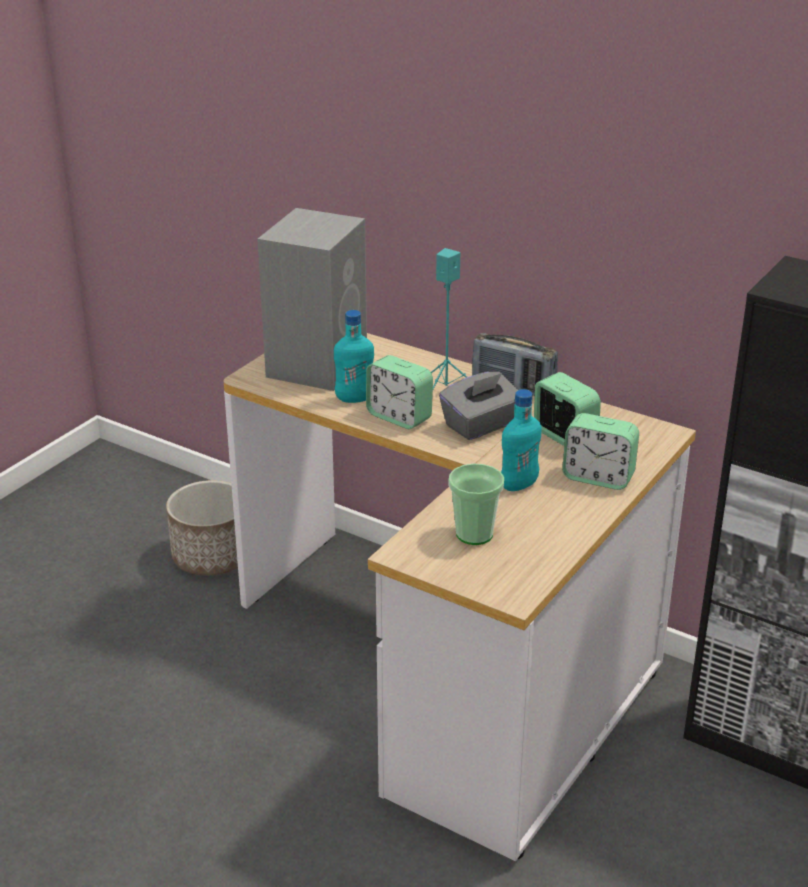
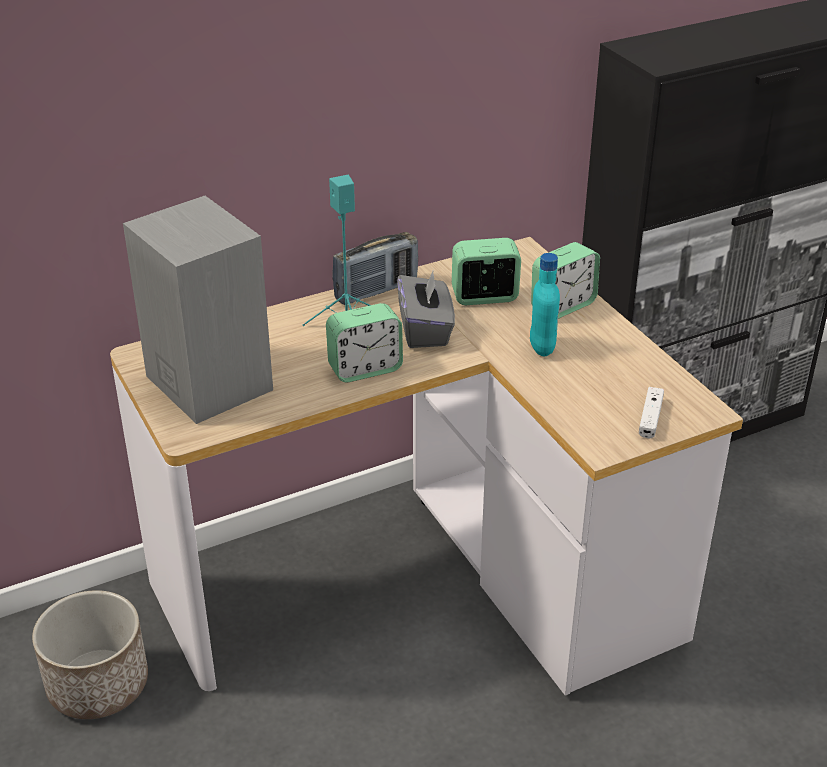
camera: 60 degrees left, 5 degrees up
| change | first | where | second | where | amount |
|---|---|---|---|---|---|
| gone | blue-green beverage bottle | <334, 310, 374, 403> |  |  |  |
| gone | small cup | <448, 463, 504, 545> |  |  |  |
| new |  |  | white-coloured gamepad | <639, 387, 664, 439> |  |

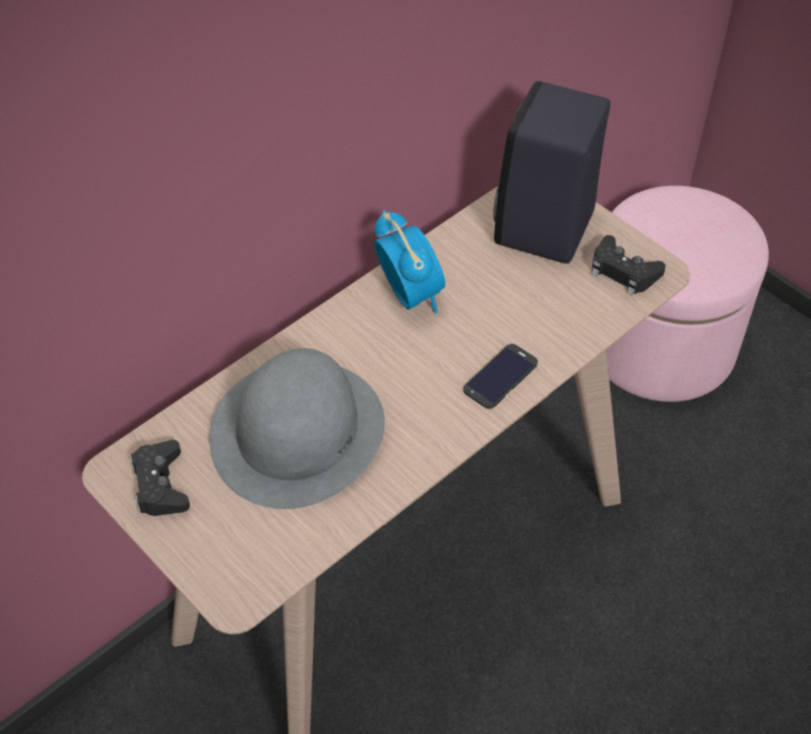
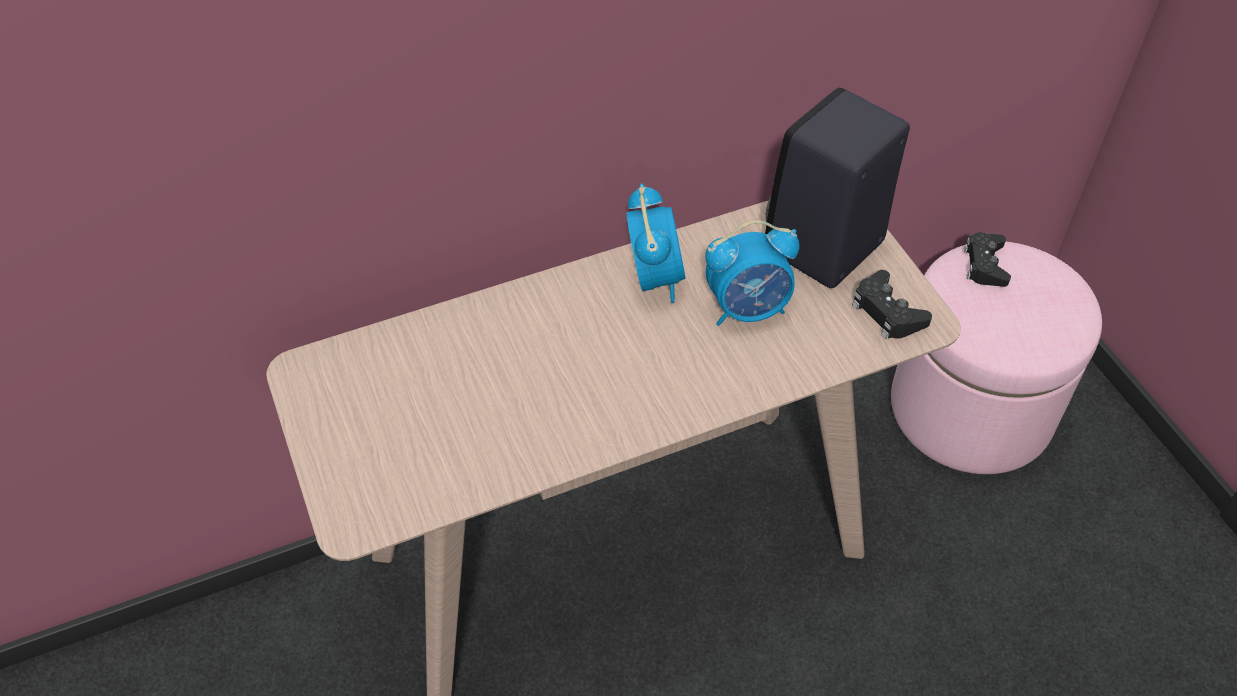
camera: 20 degrees right, 0 degrees up
| change | first | where | second | where | amount |
|---|---|---|---|---|---|
| shifted | black-coloured gamepad | <130, 440, 190, 516> |  | <964, 232, 1011, 287> |  |
| gone | gray hat | <209, 348, 385, 509> |  |  |  |
| gone | telephone | <463, 344, 538, 409> |  |  |  |
| new |  |  | bedside clock | <705, 220, 800, 326> |  |

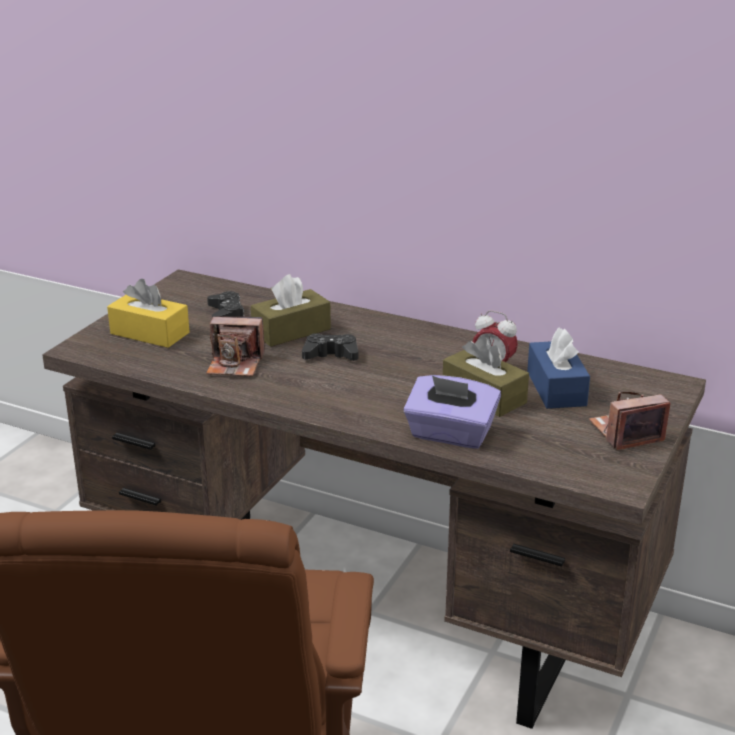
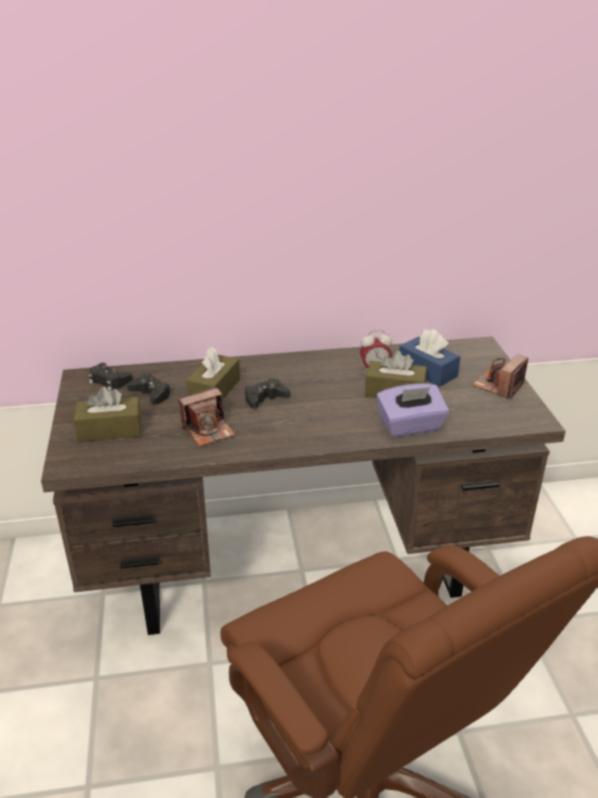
camera: 35 degrees left, 5 degrees up
| change | first | where | second | where | amount |
|---|---|---|---|---|---|
| repainted | yellow box of tissues | <107, 279, 190, 348> | brown box of tissues | <74, 387, 142, 442> |  |
| new |  |  | black-coloured gamepad | <88, 363, 133, 391> |  |

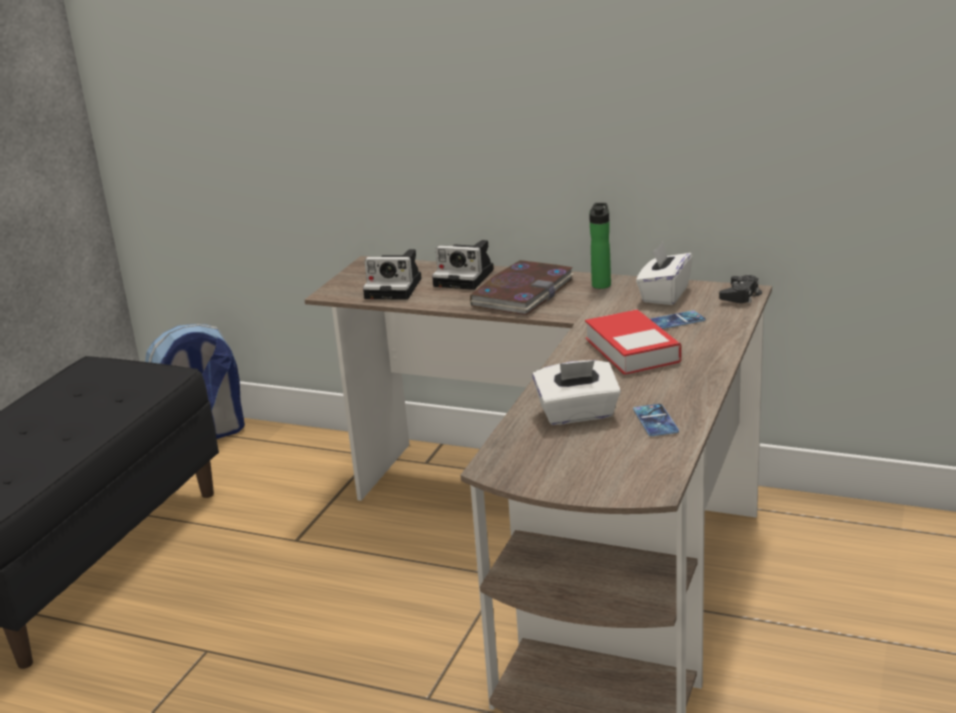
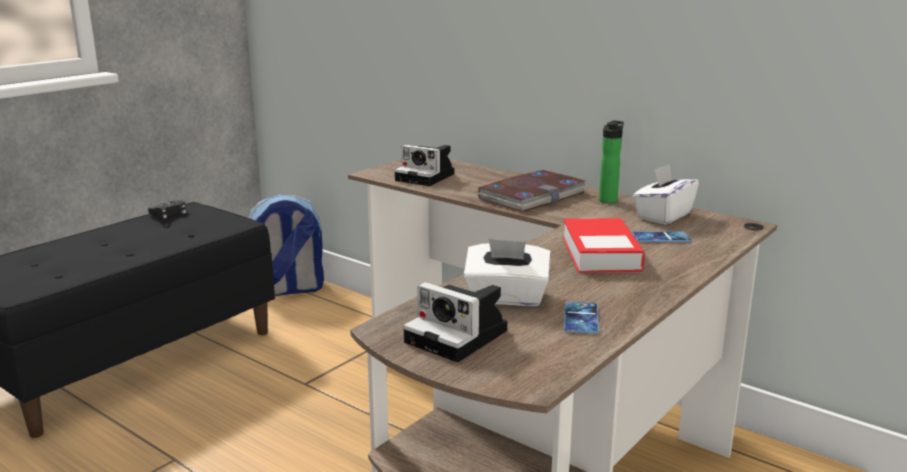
camera: 15 degrees right, 5 degrees down
| change | first | where | second | where | amount |
|---|---|---|---|---|---|
| shifted | photo camera | <432, 240, 494, 290> |  | <403, 282, 508, 362> |  |
| shifted | black-coloured gamepad | <719, 275, 759, 303> |  | <148, 200, 186, 218> |  |

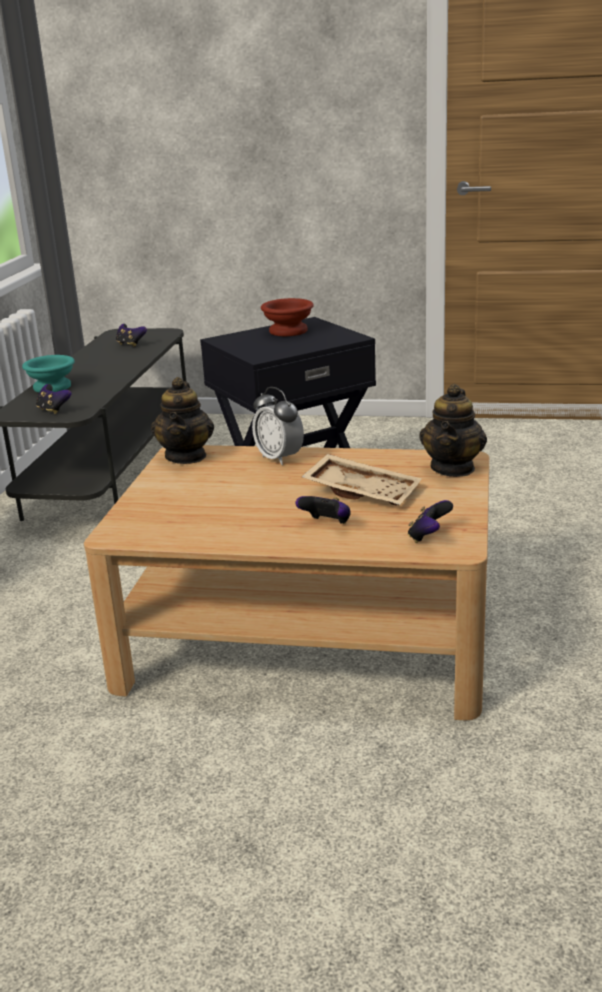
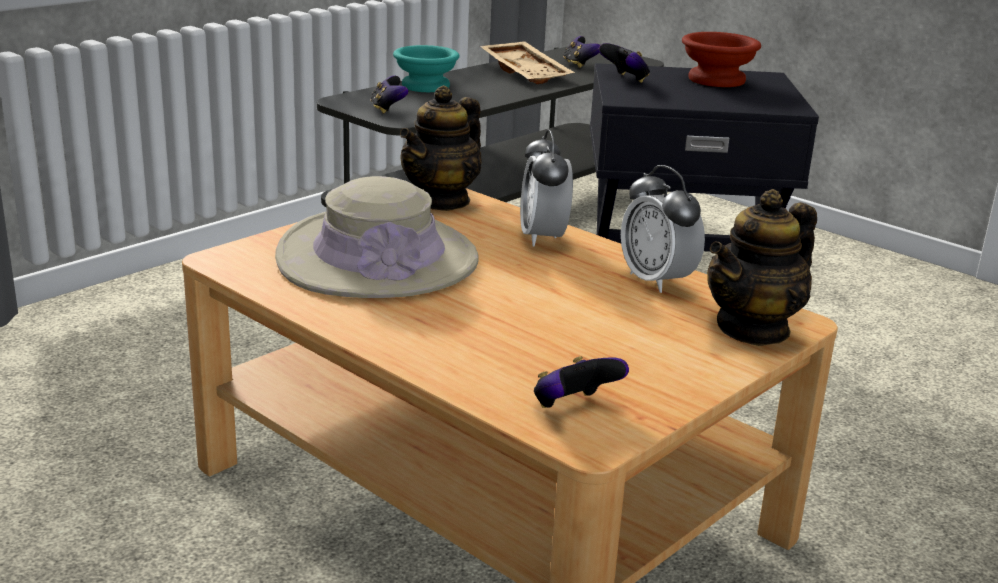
camera: 30 degrees right, 0 degrees up
| change | first | where | second | where | amount |
|---|---|---|---|---|---|
| shifted | gamepad | <296, 496, 350, 524> |  | <598, 43, 650, 83> |  |
| shifted | sand-coloured serving tray | <302, 454, 422, 506> |  | <480, 41, 575, 84> |  |
| new |  |  | sand-coloured hat | <275, 176, 479, 298> |  |
| new |  |  | bedside clock | <621, 165, 705, 293> |  |

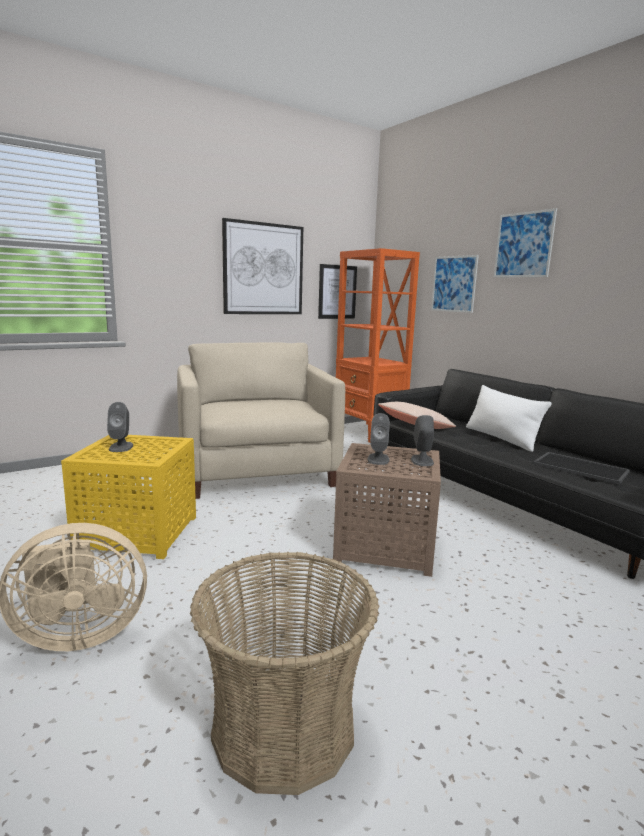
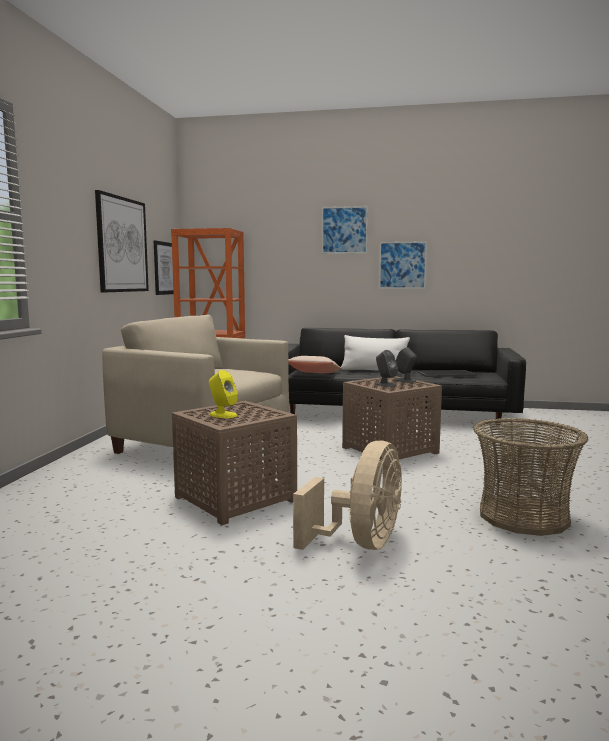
camera: 45 degrees left, 5 degrees down
| change | first | where | second | where | amount |
|---|---|---|---|---|---|
| repainted | yellow accent table | <61, 435, 196, 559> | brown accent table | <172, 401, 297, 525> |  |
| repainted | gray speaker | <107, 402, 133, 452> | yellow speaker | <209, 370, 238, 418> |  |
| shifted | wall picture | <431, 255, 479, 313> |  | <379, 241, 427, 289> |  |

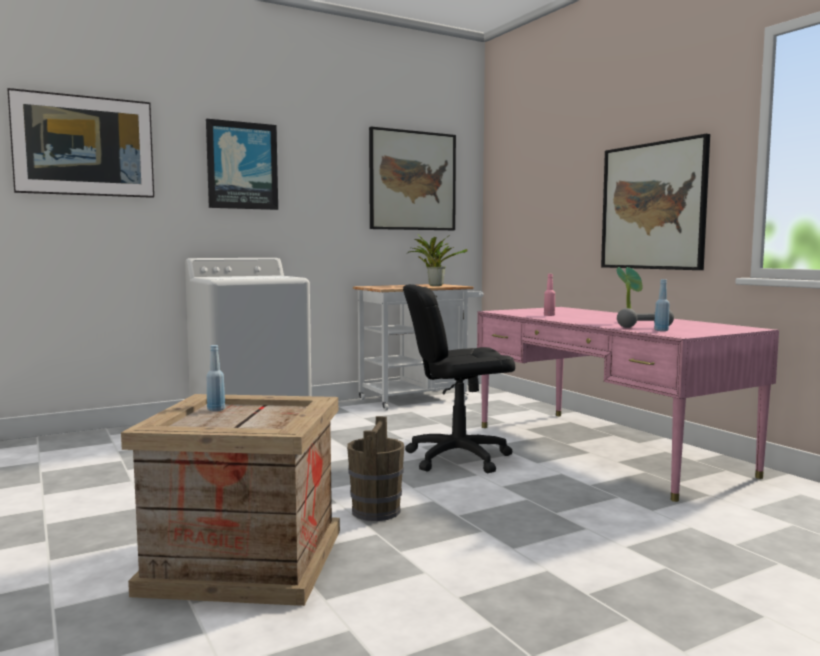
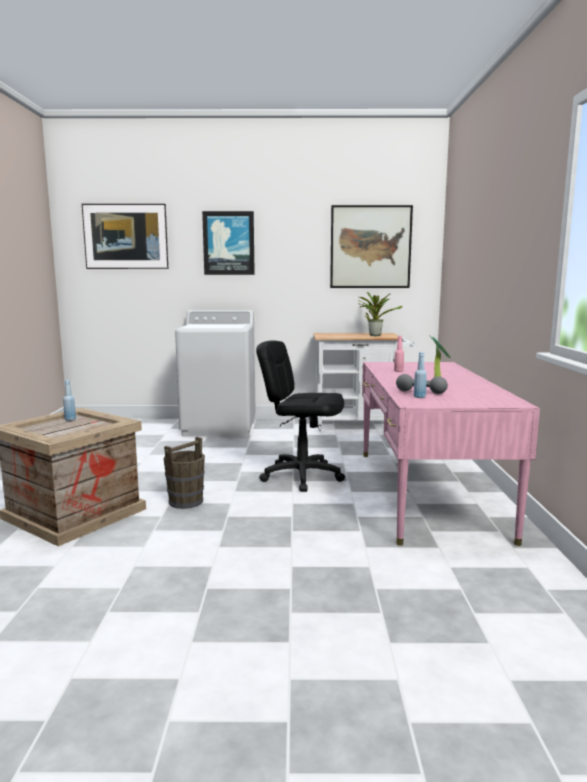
camera: 30 degrees right, 5 degrees up
| change | first | where | second | where | amount |
|---|---|---|---|---|---|
| gone | wall picture | <601, 134, 710, 270> |  |  |  |

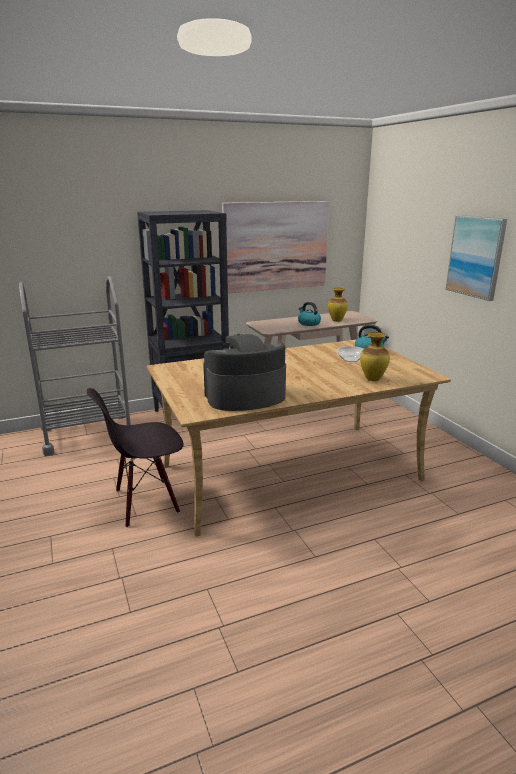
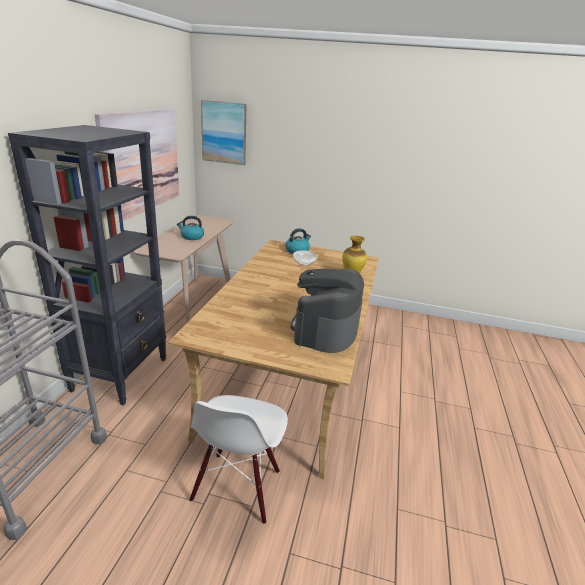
camera: 55 degrees left, 5 degrees up
| change | first | where | second | where | amount |
|---|---|---|---|---|---|
| repainted | black-coloured upright chair | <87, 388, 184, 528> | white-coloured upright chair | <189, 395, 288, 524> |  |
| gone | vase | <328, 288, 348, 322> |  |  |  |
| shifted | wall picture | <446, 215, 507, 301> |  | <201, 100, 247, 165> |  |

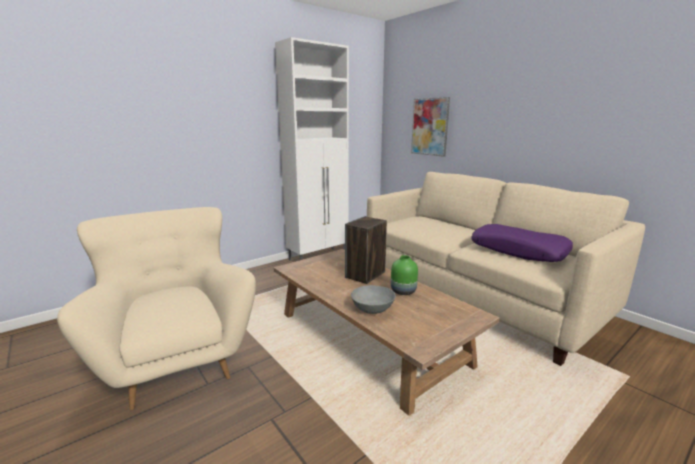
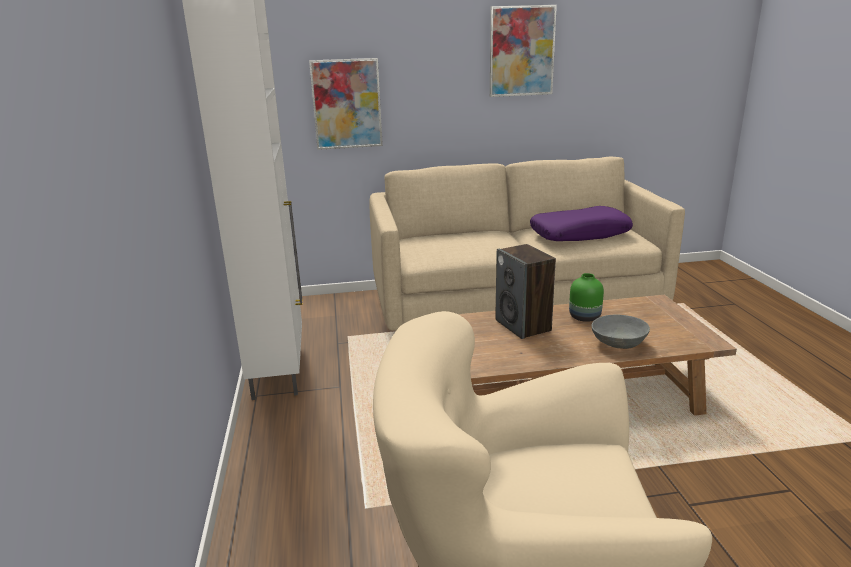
camera: 60 degrees left, 5 degrees up
| change | first | where | second | where | amount |
|---|---|---|---|---|---|
| new |  |  | wall picture | <490, 5, 557, 97> |  |

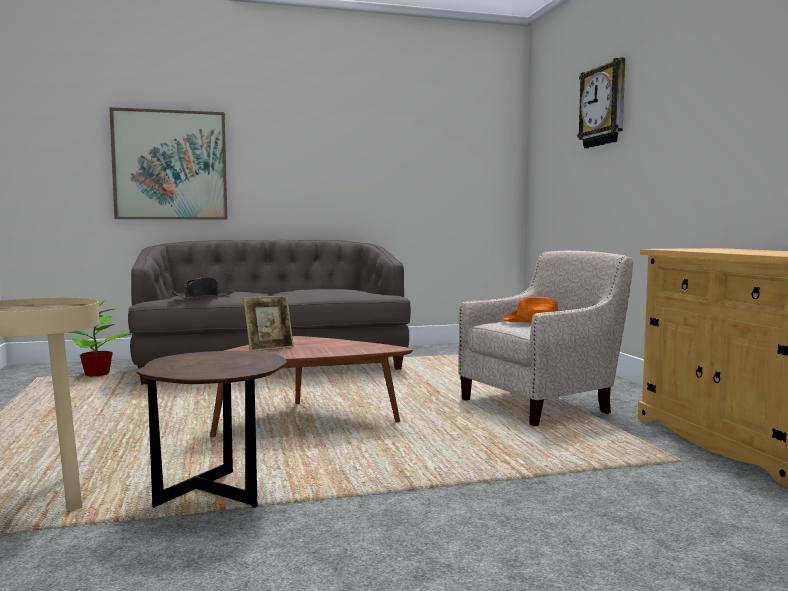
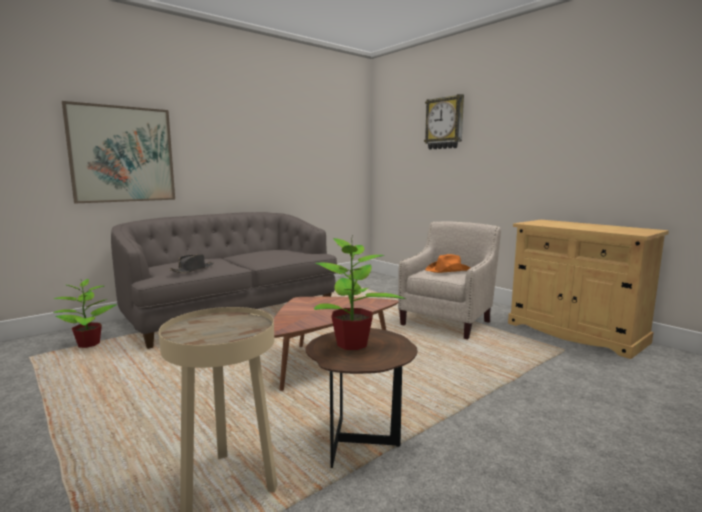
camera: 25 degrees left, 5 degrees up
| change | first | where | second | where | amount |
|---|---|---|---|---|---|
| gone | standing frame | <243, 296, 294, 351> |  |  |  |
| new |  |  | potted plant | <314, 234, 405, 350> |  |

